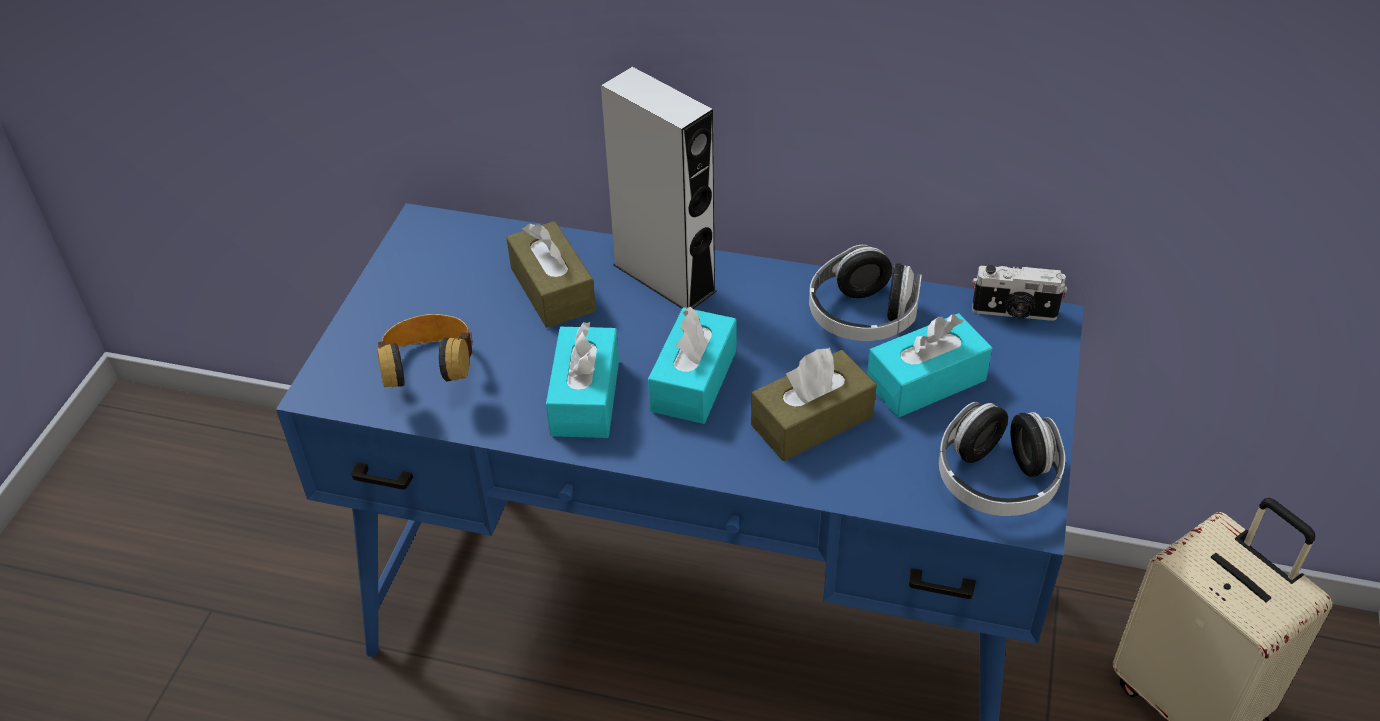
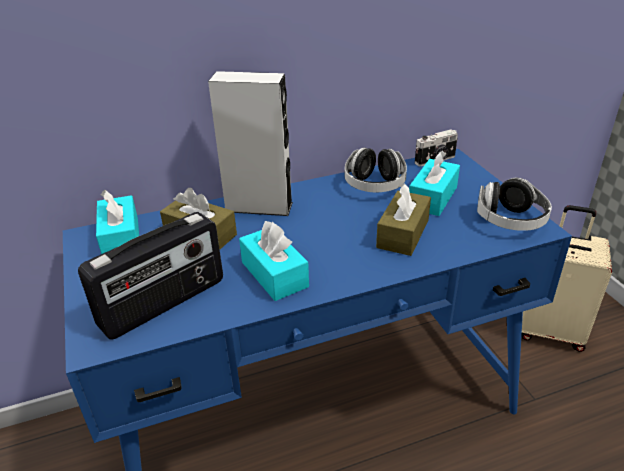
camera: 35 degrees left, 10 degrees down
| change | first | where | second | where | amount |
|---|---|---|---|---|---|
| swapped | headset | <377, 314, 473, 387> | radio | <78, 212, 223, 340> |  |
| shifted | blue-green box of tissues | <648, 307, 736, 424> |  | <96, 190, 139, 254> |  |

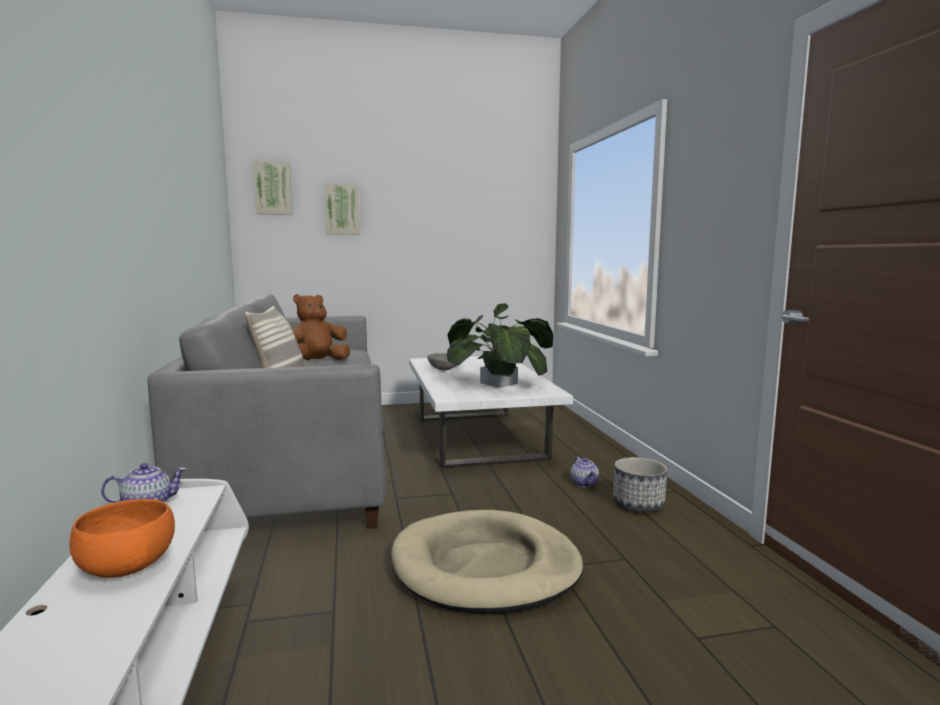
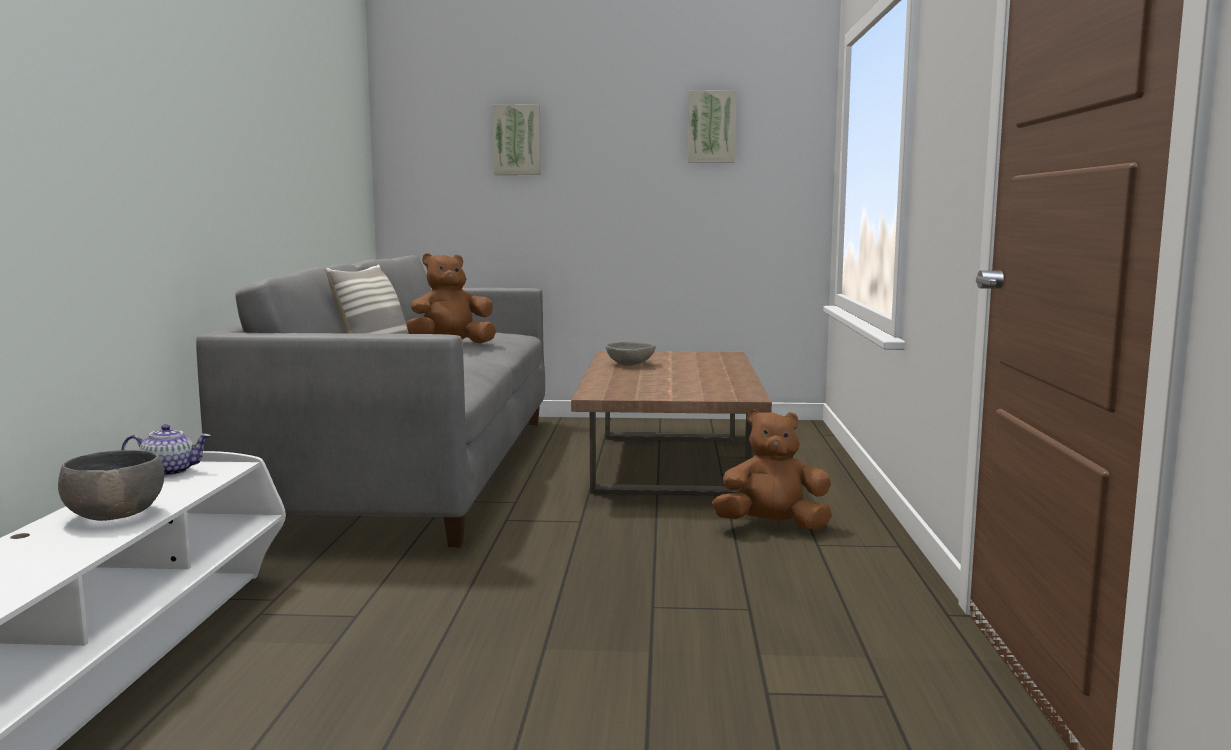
camera: 15 degrees right, 0 degrees up
| change | first | where | second | where | amount |
|---|---|---|---|---|---|
| repainted | orange serving bowl | <70, 499, 175, 578> | gray serving bowl | <58, 450, 164, 521> |  |
| shifted | wall picture | <253, 161, 293, 215> |  | <688, 90, 736, 163> |  |
| gone | sand-coloured pet bed | <391, 510, 583, 613> |  |  |  |
| repainted | white-coloured low table | <409, 356, 573, 468> | brown low table | <571, 351, 772, 496> |  |
| gone | potted plant | <447, 303, 553, 388> |  |  |  |
| swapped | pot for tea | <570, 457, 599, 487> | brown soft toy | <712, 409, 832, 530> |  |
| gone | flower pot | <613, 457, 667, 512> |  |  |  |

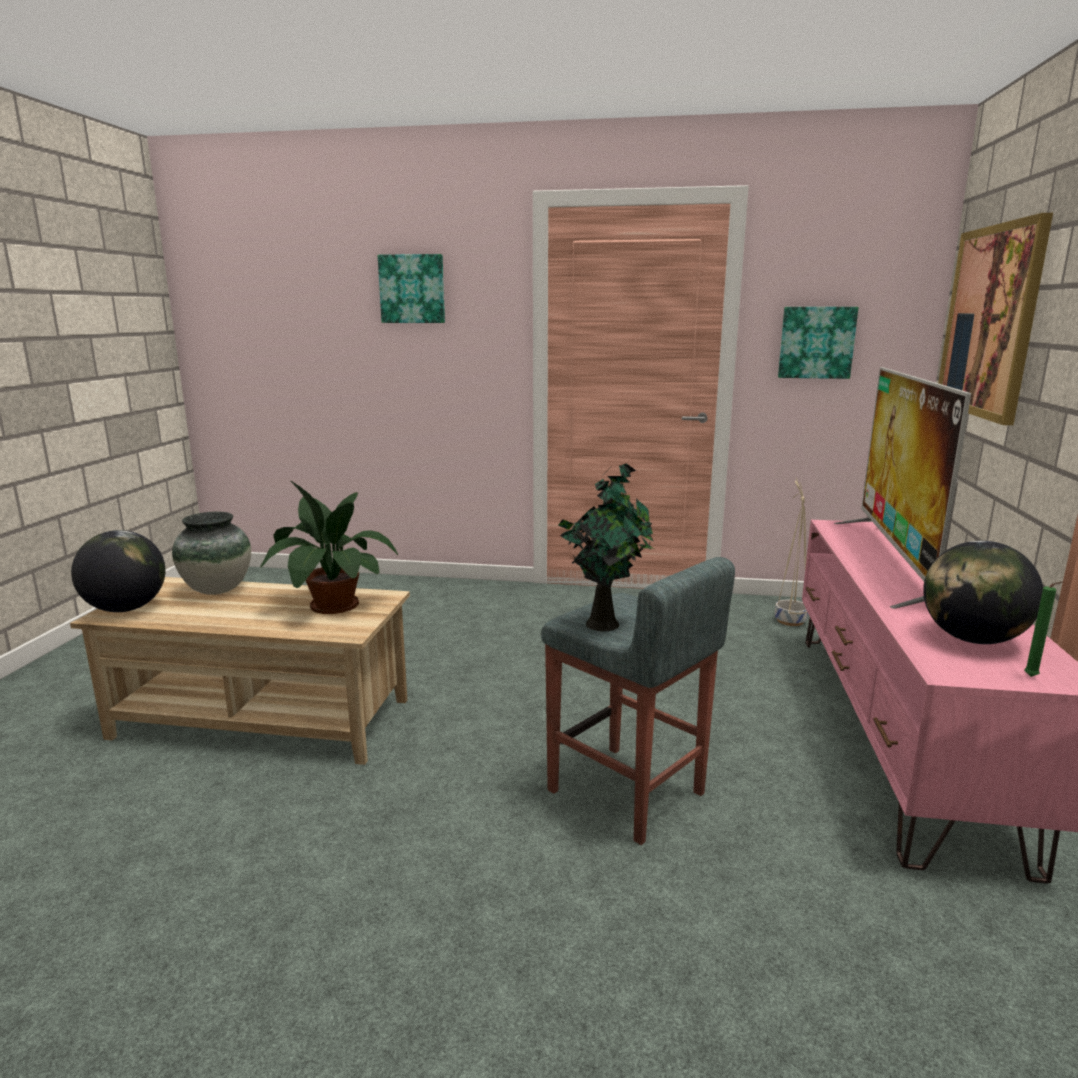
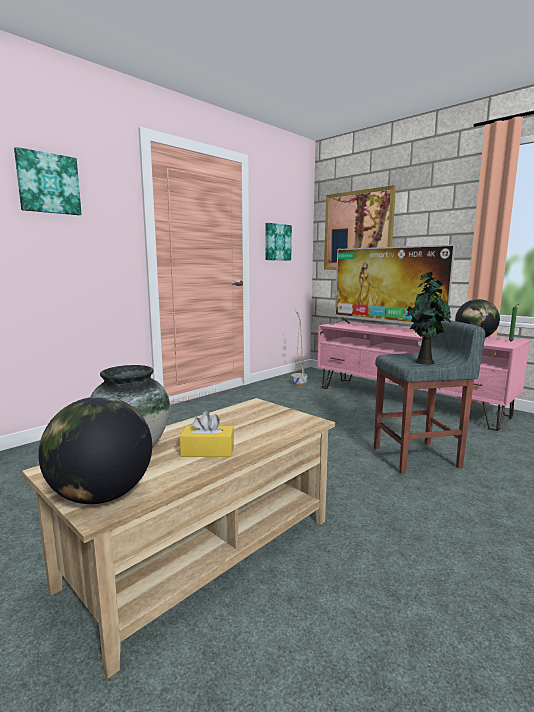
camera: 55 degrees left, 5 degrees down
| change | first | where | second | where | amount |
|---|---|---|---|---|---|
| gone | potted plant | <261, 481, 398, 614> |  |  |  |
| new |  |  | yellow box of tissues | <179, 411, 234, 457> |  |

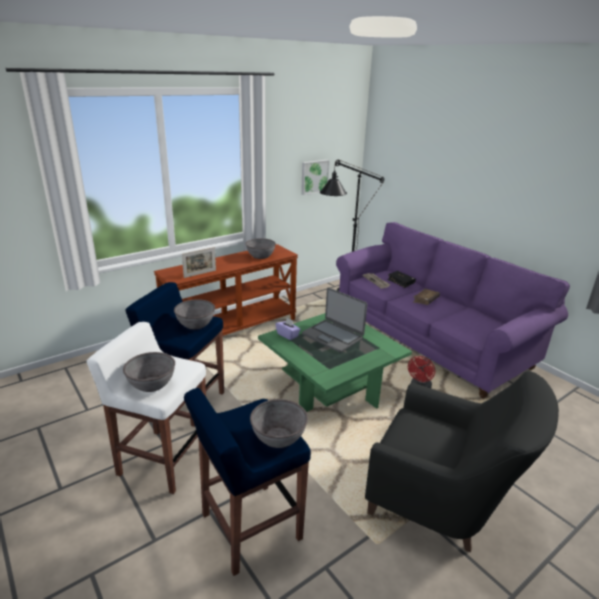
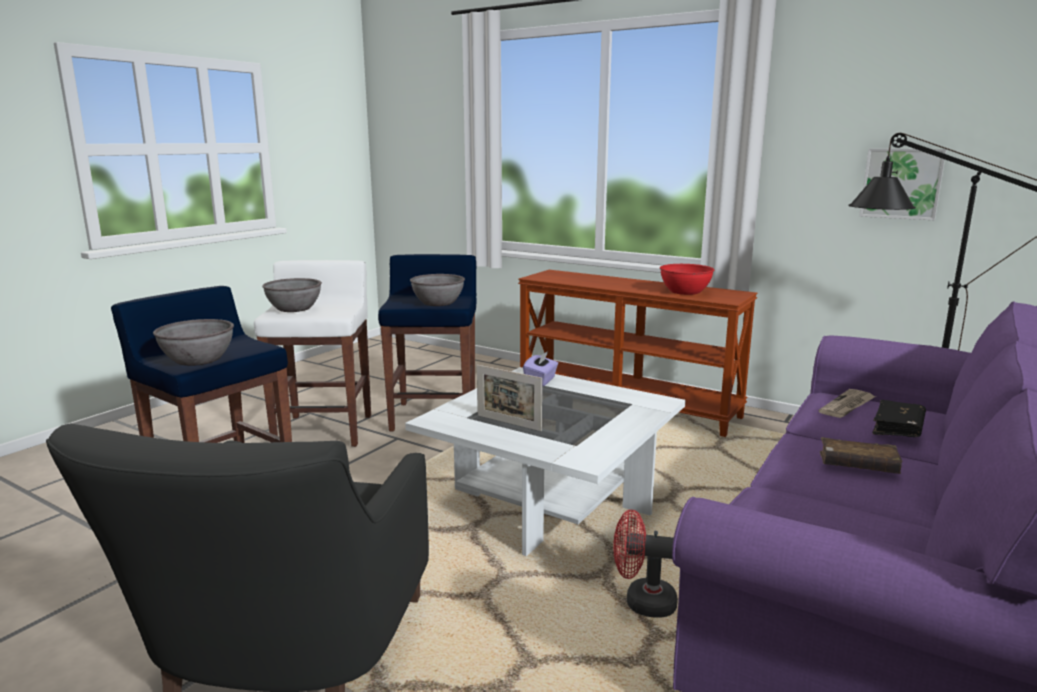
camera: 70 degrees right, 10 degrees down
| change | first | where | second | where | amount |
|---|---|---|---|---|---|
| shifted | standing frame | <182, 247, 216, 278> |  | <477, 365, 542, 431> |  |
| repainted | gray serving bowl | <245, 238, 276, 259> | reddish serving bowl | <660, 264, 714, 295> |  |
| repainted | green low table | <258, 313, 412, 412> | white-coloured low table | <405, 367, 686, 556> |  |
| gone | laptop | <302, 287, 367, 353> |  |  |  |

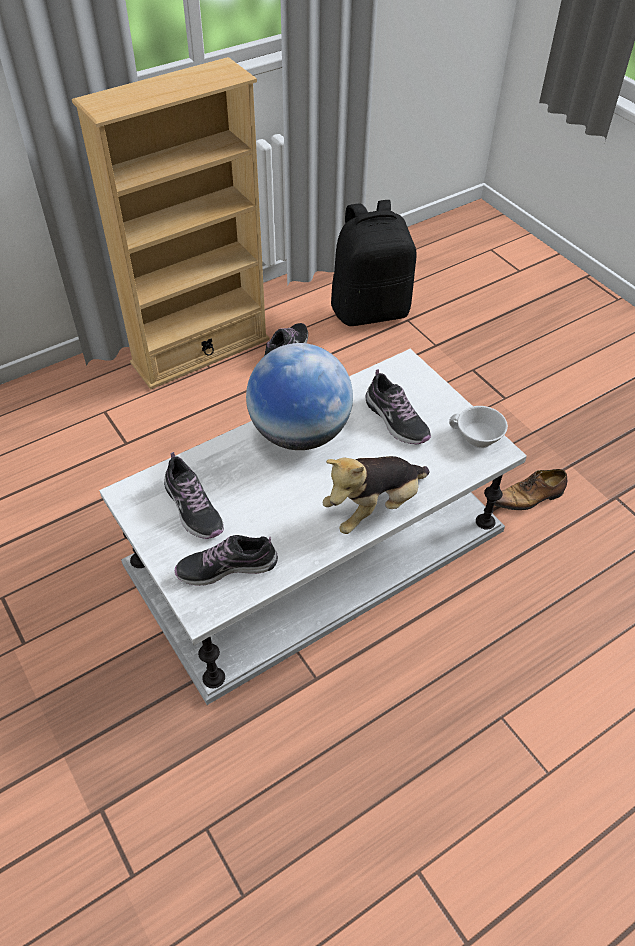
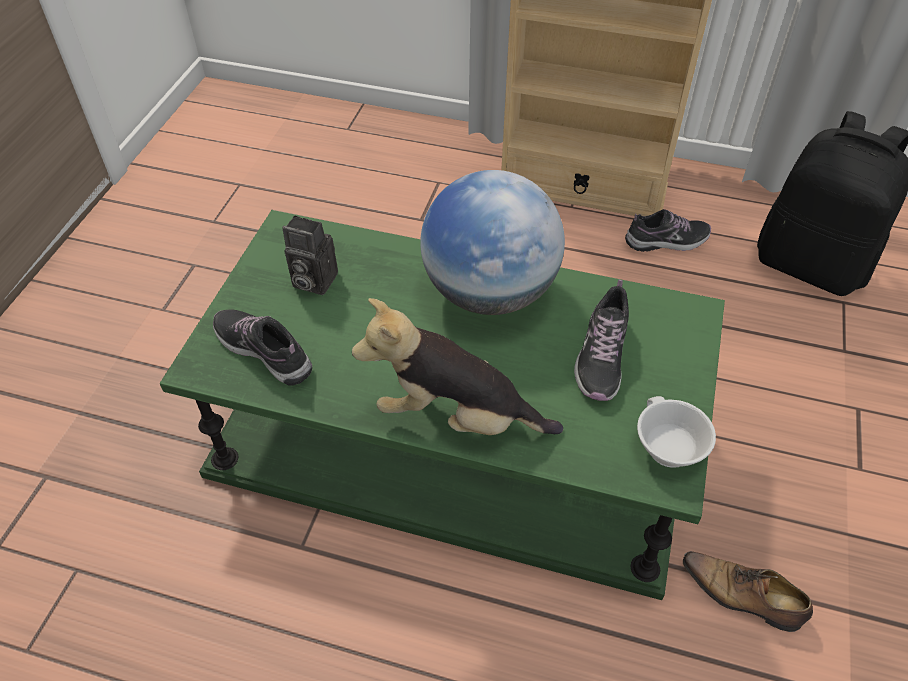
camera: 50 degrees right, 0 degrees up
| change | first | where | second | where | amount |
|---|---|---|---|---|---|
| repainted | white-coloured low table | <99, 349, 527, 705> | green low table | <159, 210, 725, 600> |  |
| swapped | item of footwear | <164, 452, 224, 539> | photo camera | <282, 216, 338, 295> |  |

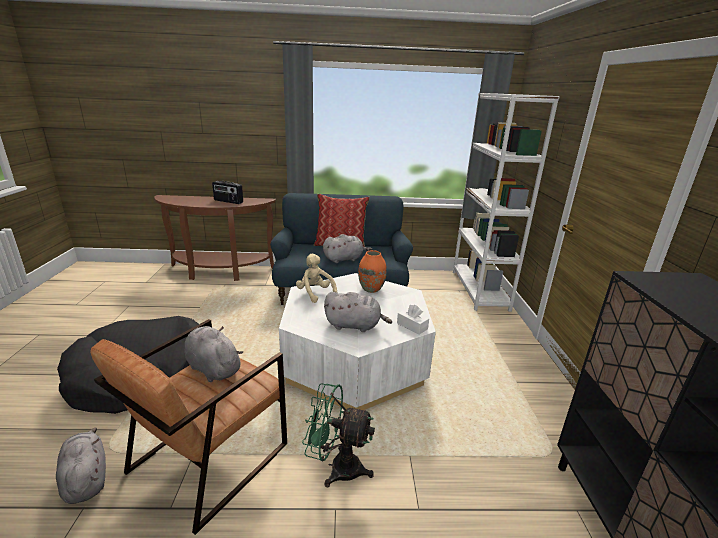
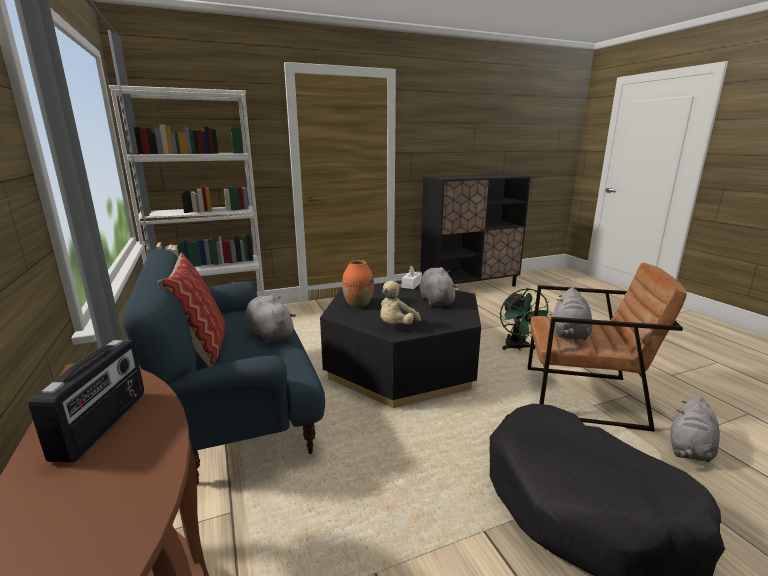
camera: 110 degrees left, 5 degrees down
| change | first | where | second | where | amount |
|---|---|---|---|---|---|
| repainted | white-coloured low table | <279, 273, 436, 410> | black-coloured low table | <320, 280, 481, 408> |  |

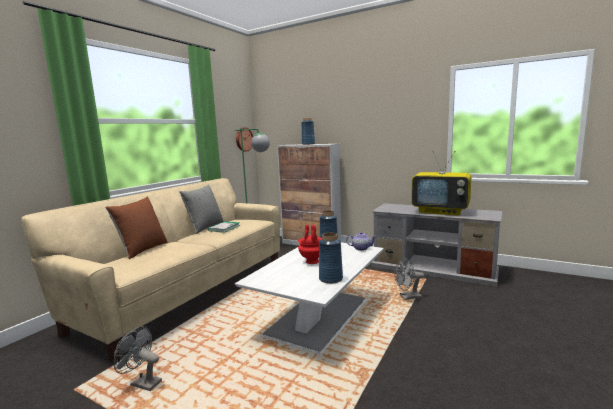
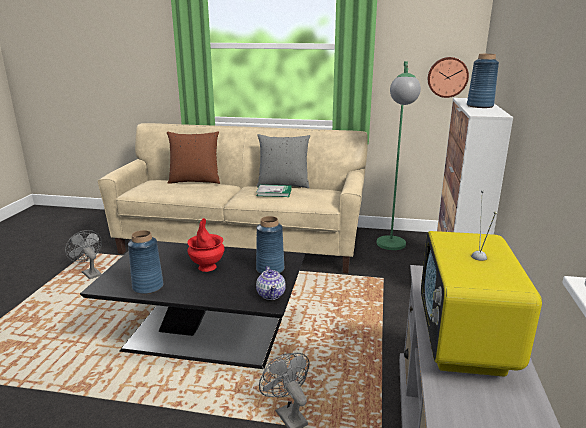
camera: 70 degrees right, 10 degrees up
| change | first | where | second | where | amount |
|---|---|---|---|---|---|
| rotated | gray fan | <113, 326, 162, 391> |  | <65, 230, 102, 279> | 45 degrees counterclockwise |
| repainted | white-coloured low table | <235, 242, 384, 355> | black-coloured low table | <80, 241, 305, 369> |  |

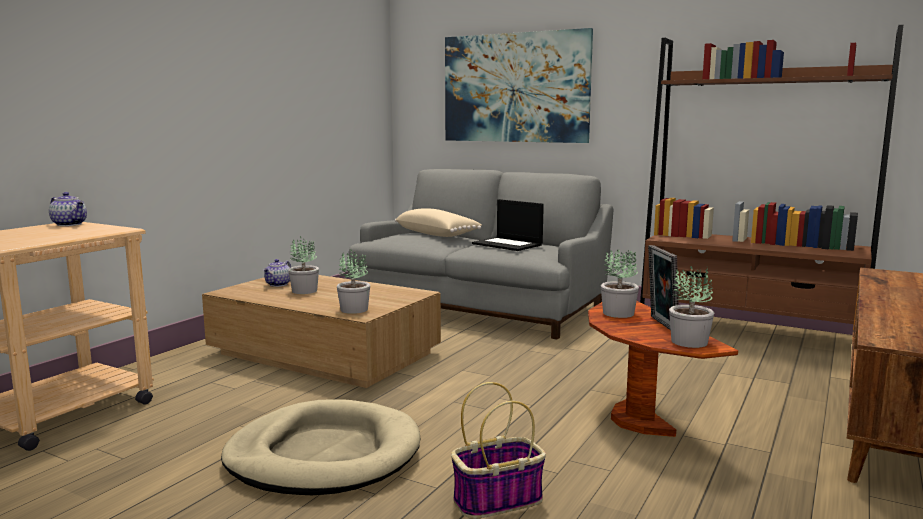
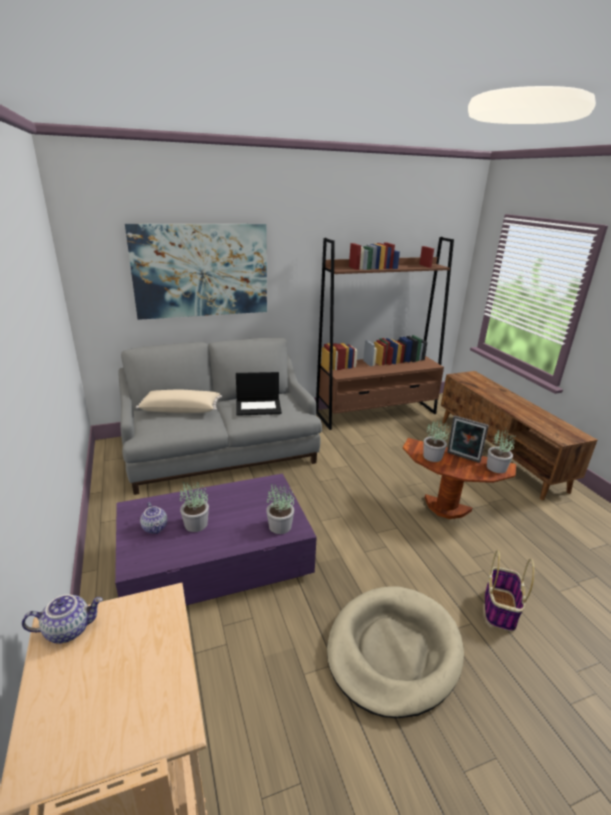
camera: 50 degrees left, 15 degrees up
| change | first | where | second | where | amount |
|---|---|---|---|---|---|
| repainted | brown low table | <202, 275, 441, 388> | purplish low table | <115, 473, 317, 605> |  |

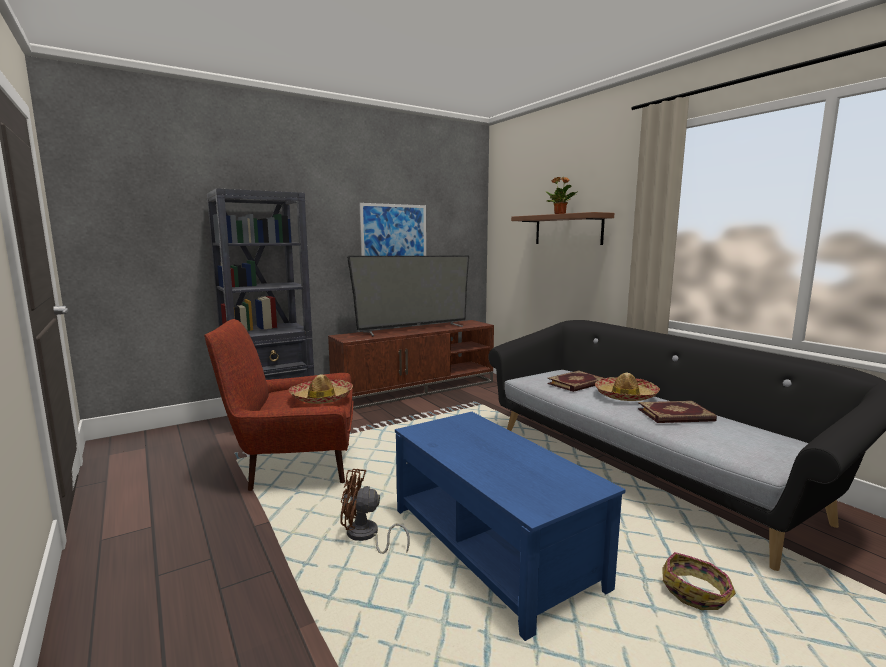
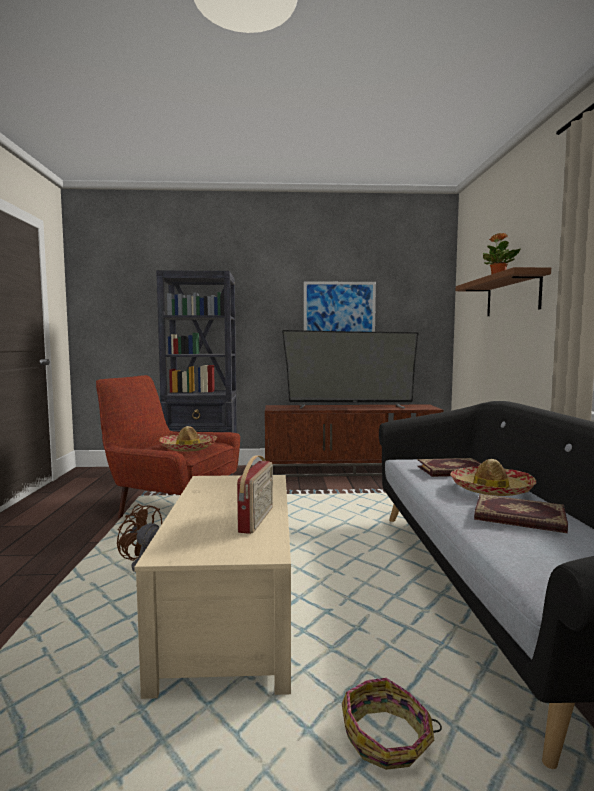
camera: 30 degrees right, 5 degrees down
| change | first | where | second | where | amount |
|---|---|---|---|---|---|
| repainted | blue low table | <395, 412, 626, 641> | sand-coloured low table | <134, 475, 291, 699> |  |
| new |  |  | radio | <237, 455, 273, 534> |  |

